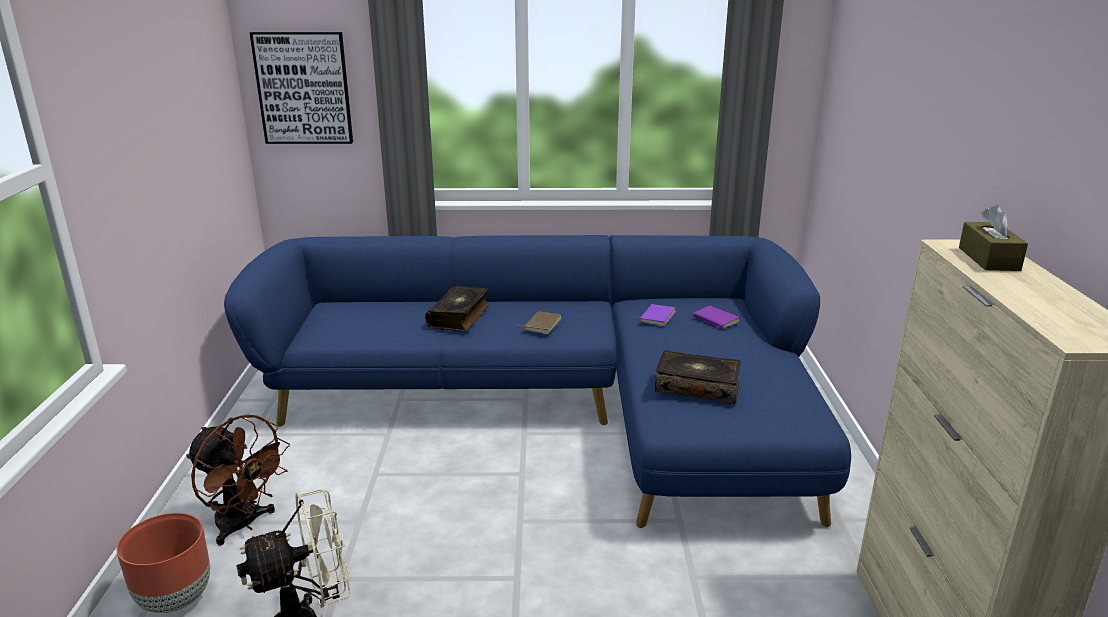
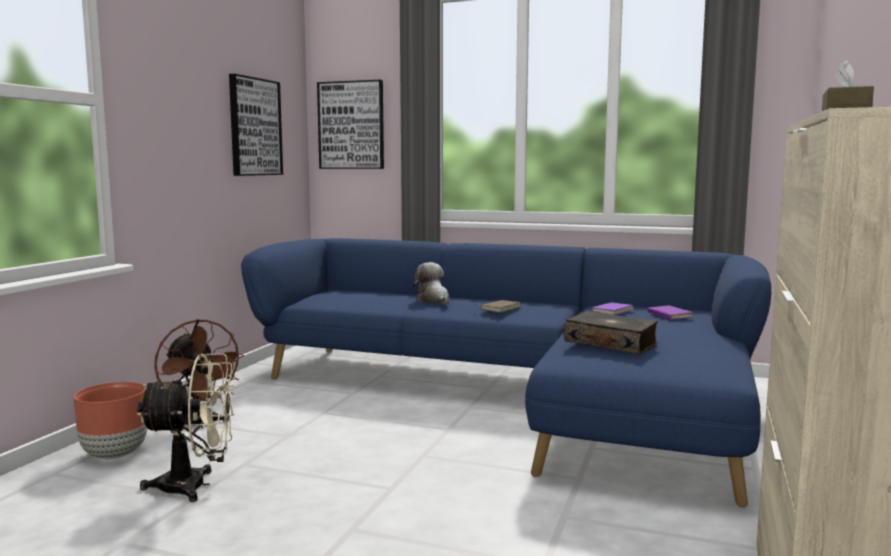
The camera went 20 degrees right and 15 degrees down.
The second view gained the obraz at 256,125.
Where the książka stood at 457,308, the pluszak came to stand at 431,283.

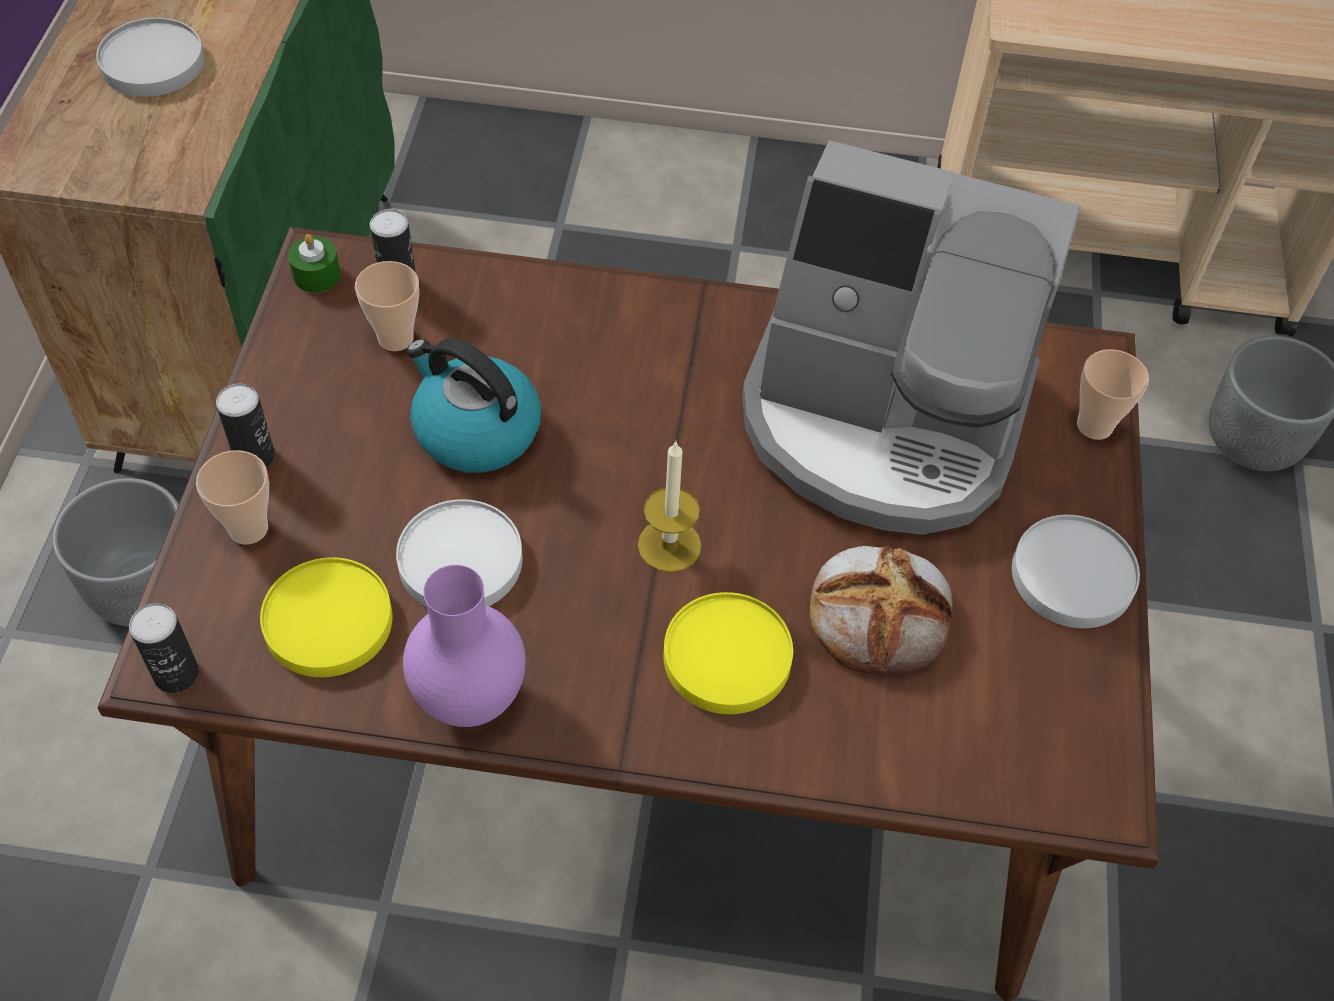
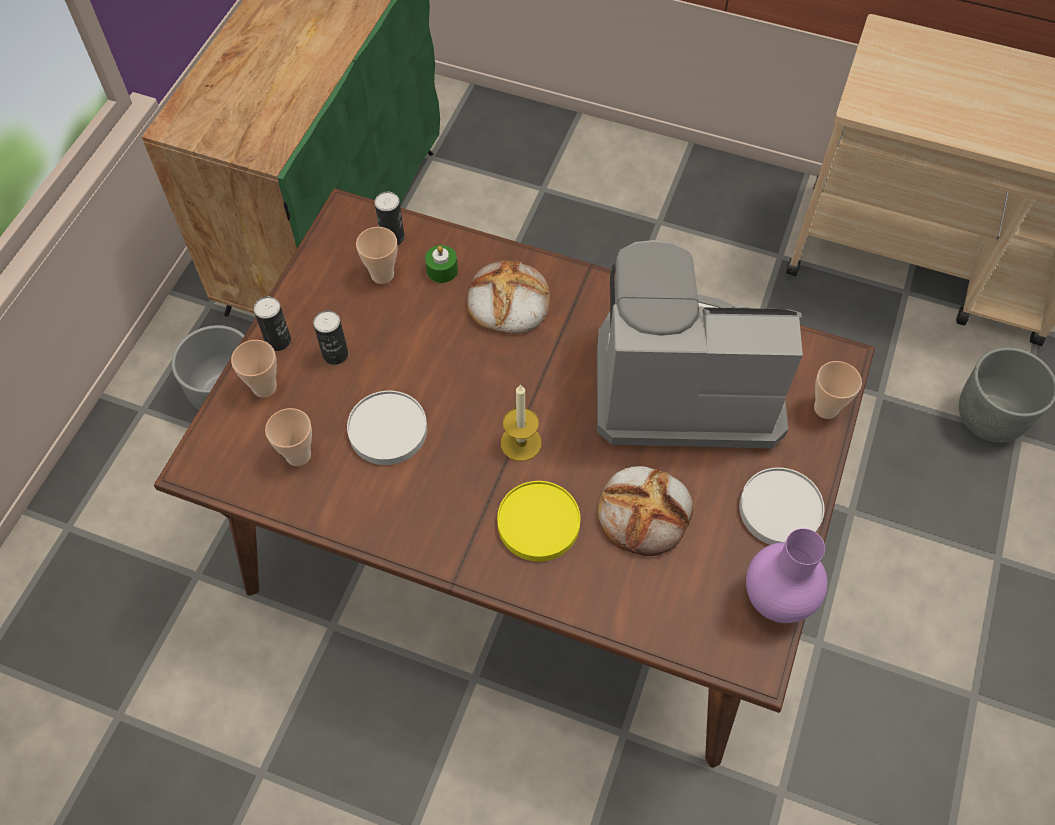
The camera went 15 degrees right and 5 degrees up.
Where the talerz [żółty] stood at 326,617, the filiżanka came to stand at 288,437.
The puszka ended up elsewhere, having gone from 164,648 to 330,337.
The świeca [zielony] ended up elsewhere, having gone from 314,263 to 441,264.
The second view gained the chleb at 508,297.
The ekspres do kawy at 911,337 ended up facing another way, 150 degrees clockwise from before.
The wazon [fioletowy] ended up elsewhere, having gone from 464,646 to 786,575.
The second view lost the talerz [biały] at 150,57.
The second view lost the czajnik at 473,405.

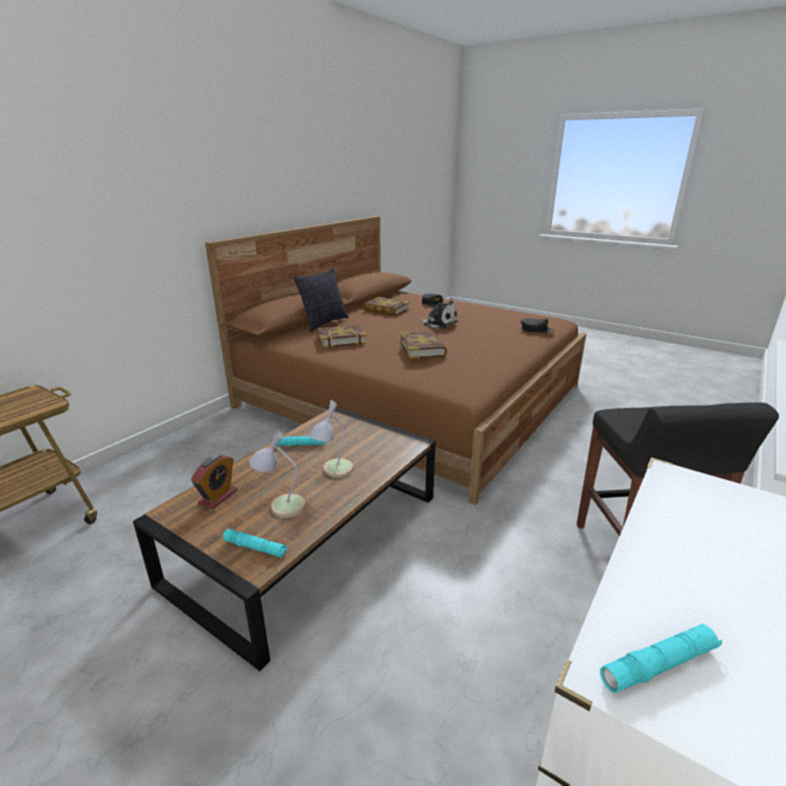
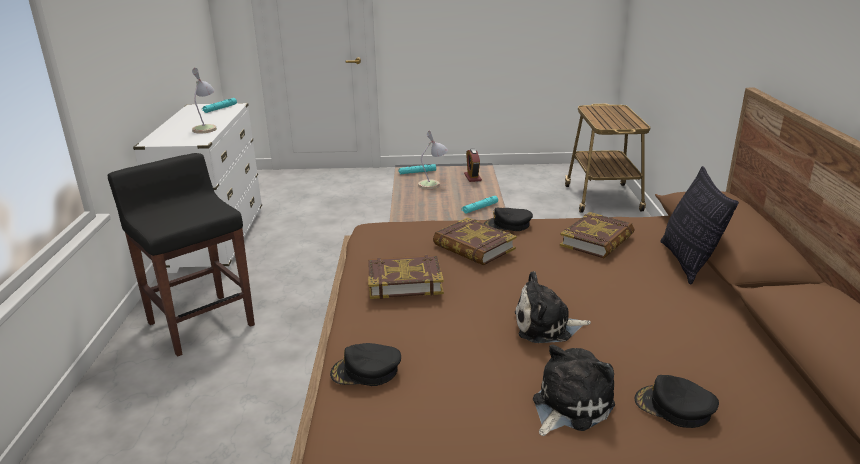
The camera went 145 degrees right and 0 degrees up.
The lampa stołowa ended up elsewhere, having gone from 331,439 to 204,101.
The książka ended up elsewhere, having gone from 386,306 to 406,277.
The second view gained the czapka z daszkiem [czarny] at 508,219.
The second view gained the pluszak at 574,390.

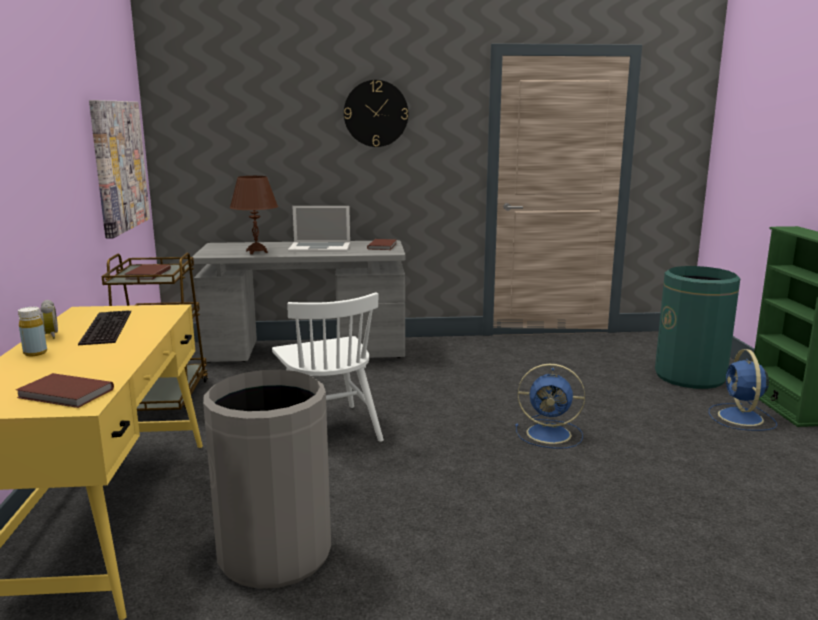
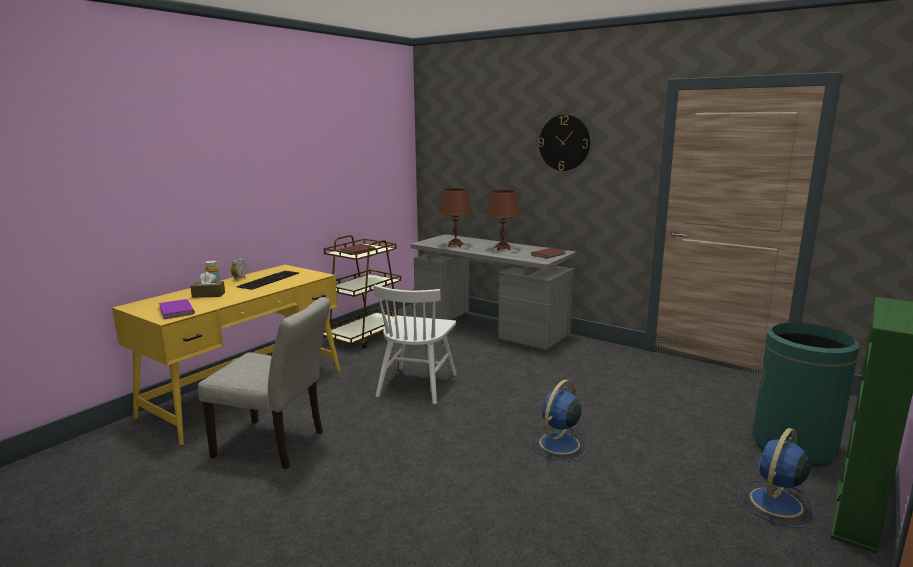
The camera went 40 degrees right and 0 degrees up.
What was the książka [brązowy] at 65,390 turned into the książka [fioletowy] at 177,309.
The second view gained the pudełko chusteczek [brązowy] at 207,285.
Where the kosz na śmieci [szary] stood at 267,479, the krzesło [szary] came to stand at 264,383.
Where the laptop stood at 319,229, the lampa stołowa [brązowy] came to stand at 503,220.
The wentylator [niebieski] at 550,406 ended up facing another way, 75 degrees clockwise from before.
The second view lost the obraz at 119,169.

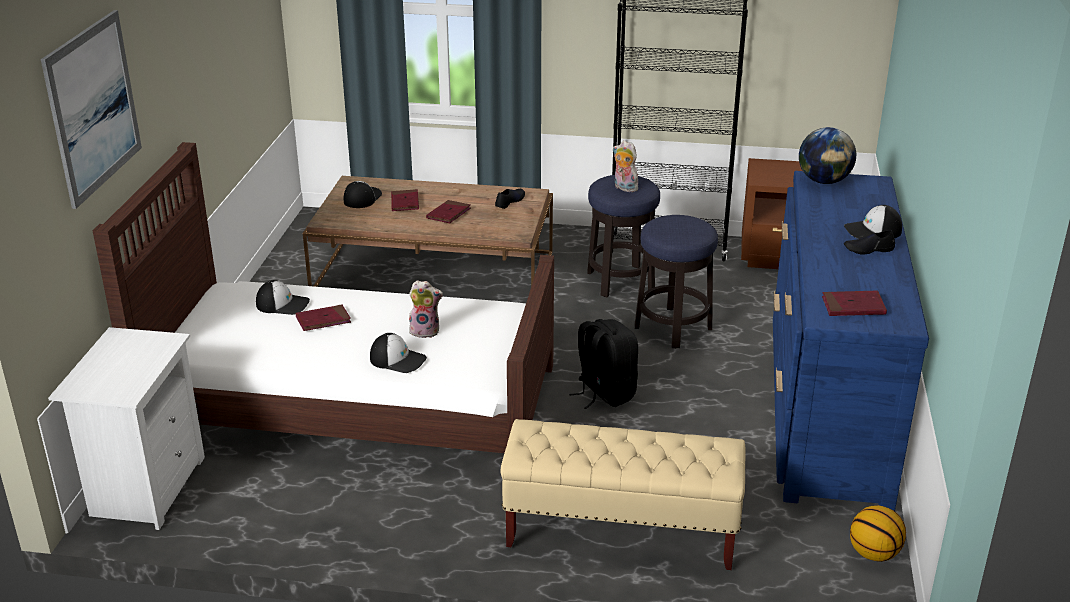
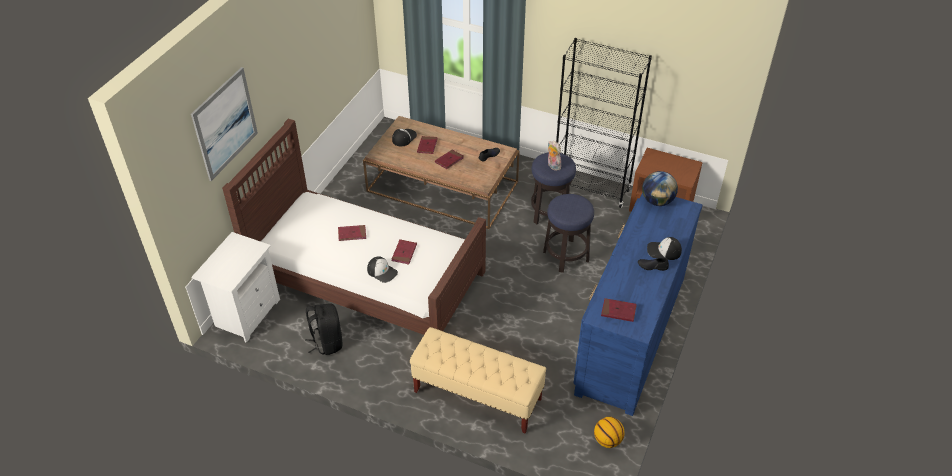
The camera went 15 degrees right and 15 degrees up.
The plecak [czarny] ended up elsewhere, having gone from 603,364 to 323,329.
Where the pluszak stood at 426,309, the książka [czerwony] came to stand at 404,251.
The second view lost the czapka z daszkiem at 283,297.

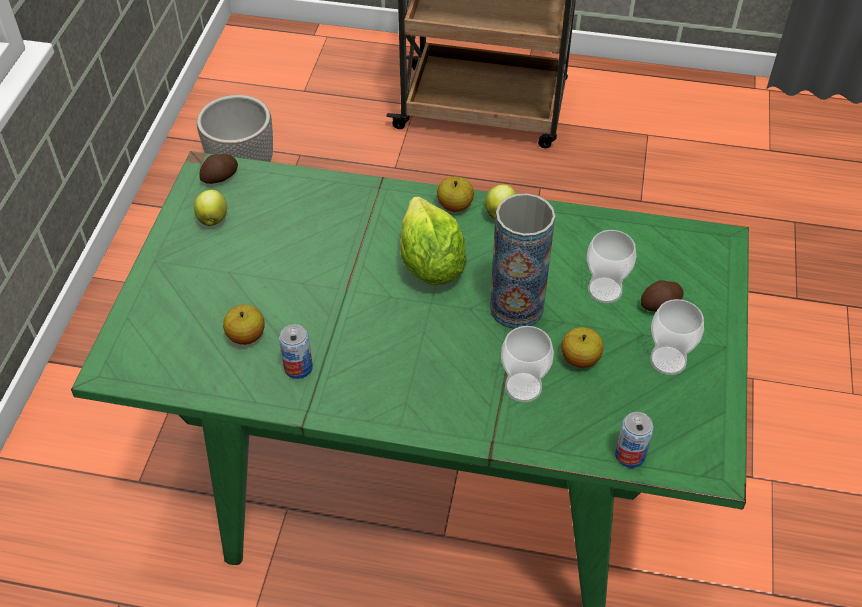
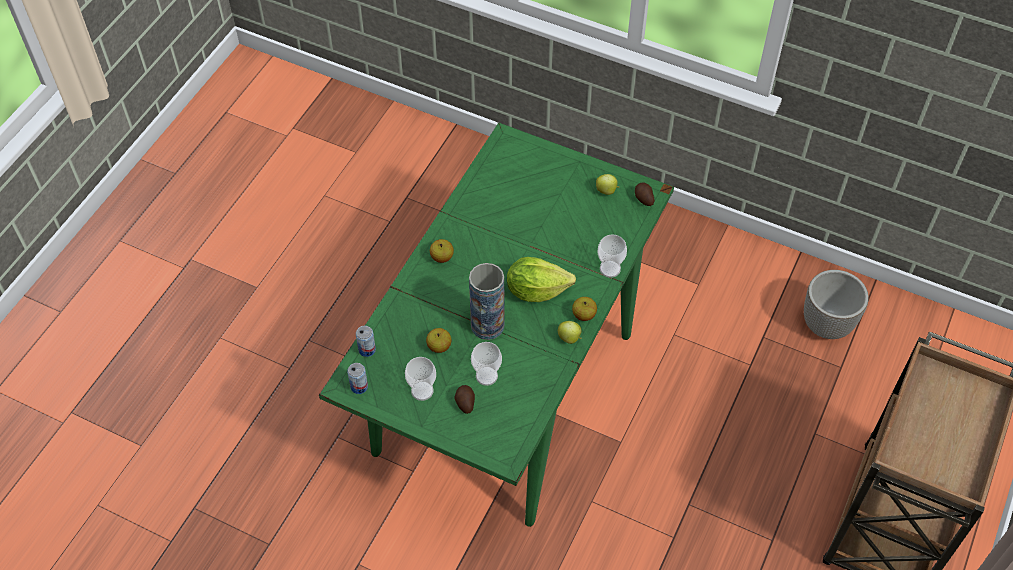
The camera went 105 degrees right and 5 degrees up.
The puszka ended up elsewhere, having gone from 296,351 to 357,378.
The jabłko ended up elsewhere, having gone from 244,325 to 442,251.
The filiżanka ended up elsewhere, having gone from 527,364 to 612,256.

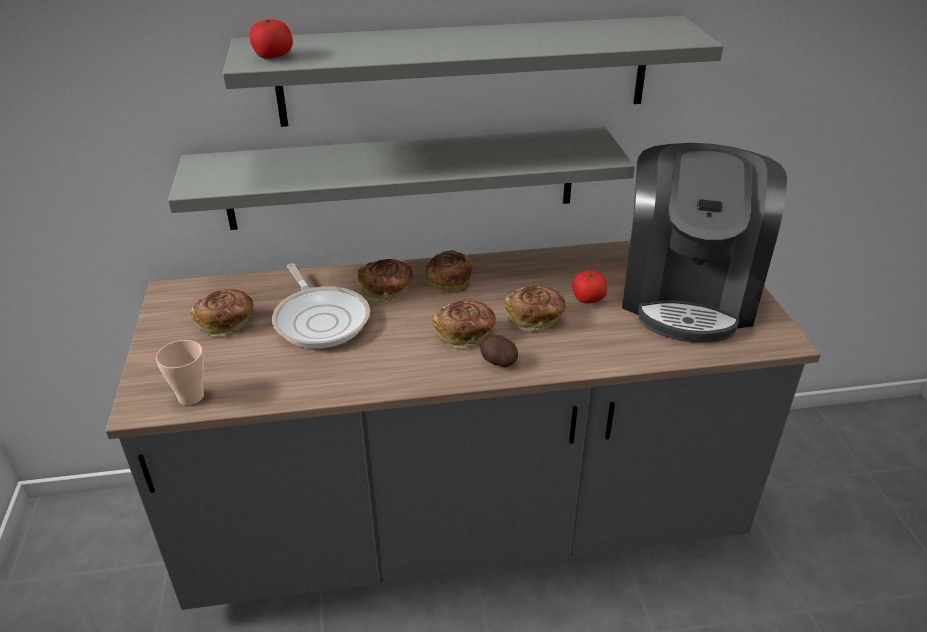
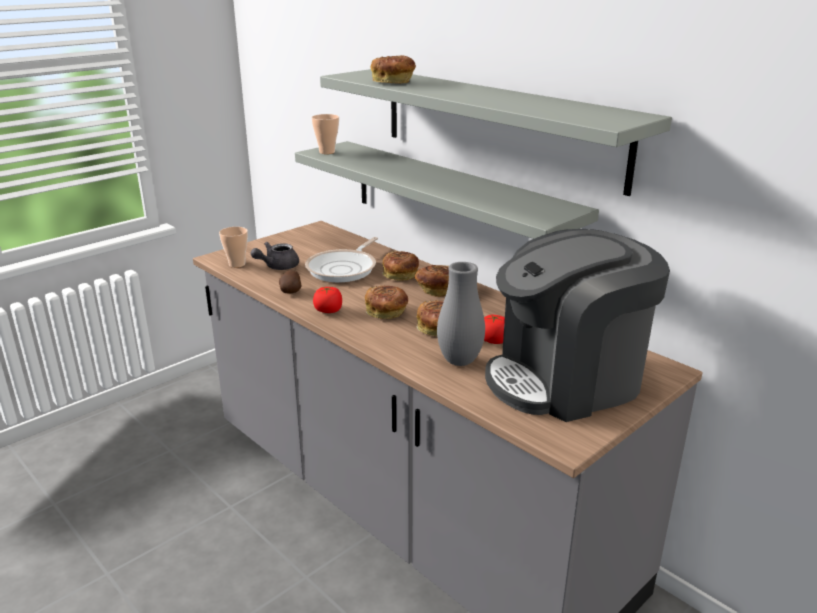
The camera went 55 degrees right and 10 degrees down.
The second view gained the imbryk [szary] at 275,256.
The ziemniak ended up elsewhere, having gone from 499,351 to 290,282.
The second view gained the filiżanka at 325,134.
The pomidor ended up elsewhere, having gone from 271,39 to 327,300.
The chleb ended up elsewhere, having gone from 222,312 to 393,69.
The second view gained the wazon [szary] at 461,314.

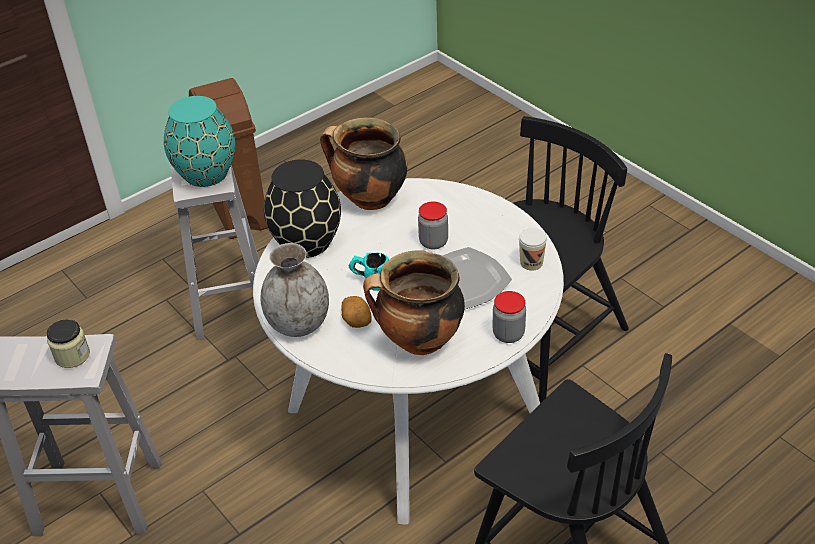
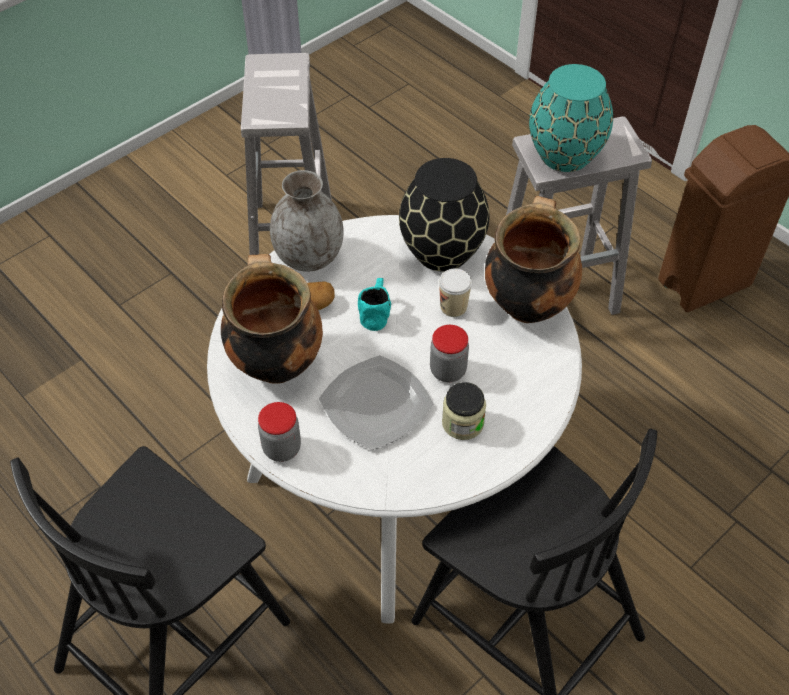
The camera went 85 degrees right and 10 degrees up.
The filiżanka ended up elsewhere, having gone from 533,249 to 455,292.
The słoik ended up elsewhere, having gone from 68,343 to 464,411.

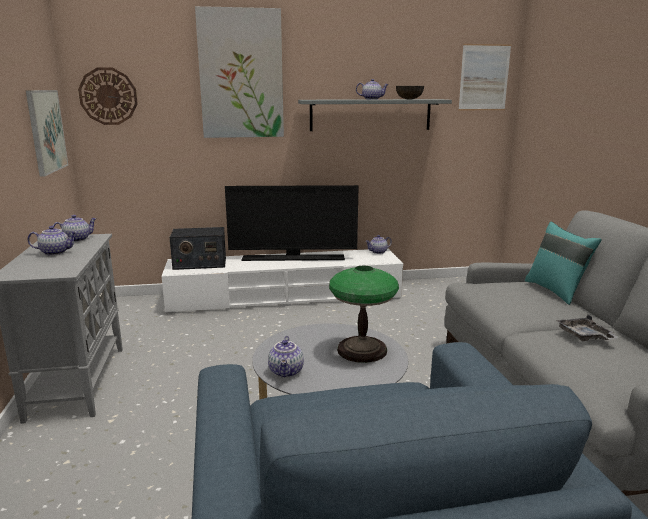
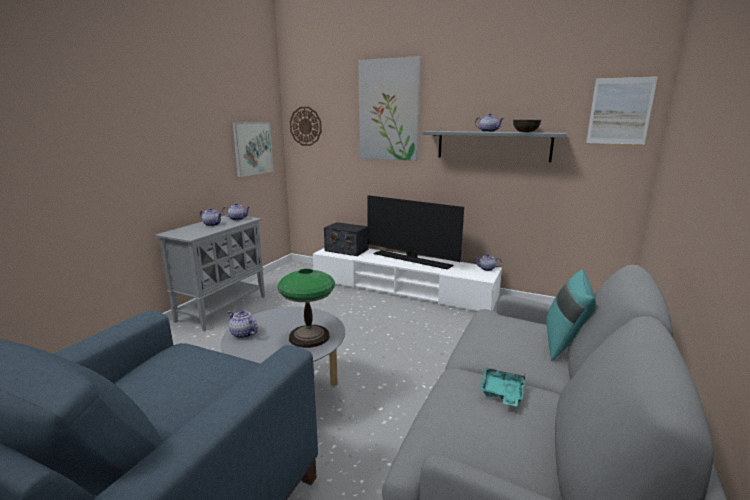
The camera went 35 degrees right and 0 degrees up.
The imbryk at 286,357 ended up facing another way, 90 degrees clockwise from before.
What was the taca [szary] at 587,328 turned into the taca [turkusowy] at 502,387.

